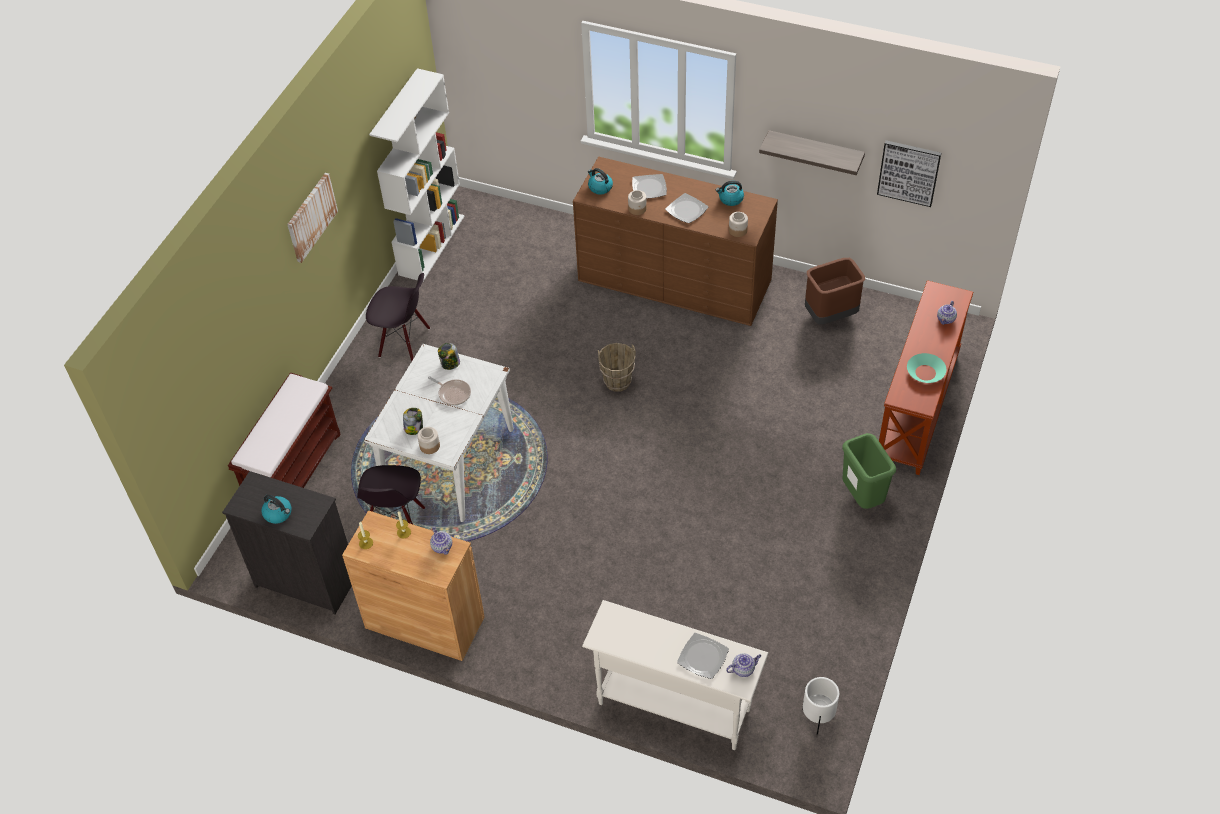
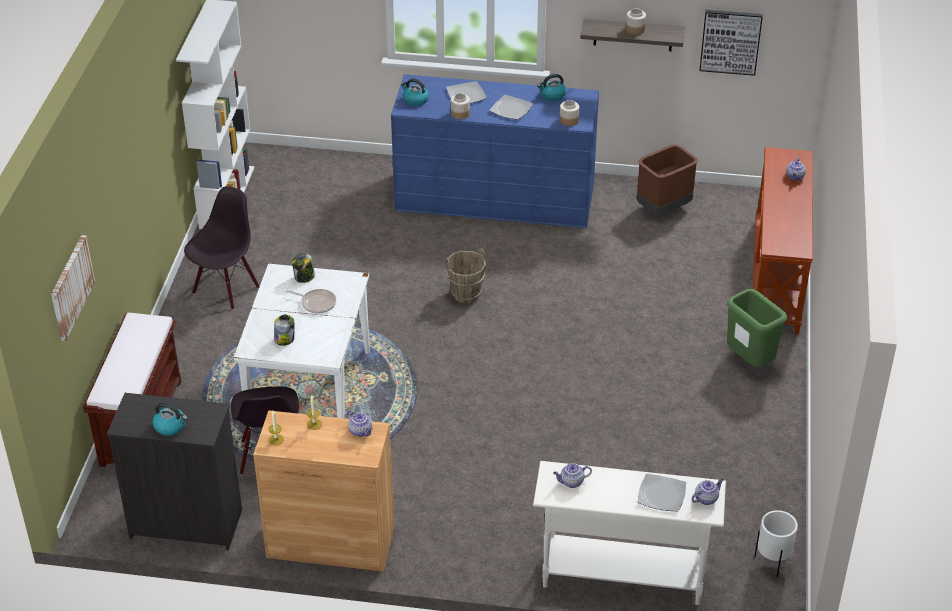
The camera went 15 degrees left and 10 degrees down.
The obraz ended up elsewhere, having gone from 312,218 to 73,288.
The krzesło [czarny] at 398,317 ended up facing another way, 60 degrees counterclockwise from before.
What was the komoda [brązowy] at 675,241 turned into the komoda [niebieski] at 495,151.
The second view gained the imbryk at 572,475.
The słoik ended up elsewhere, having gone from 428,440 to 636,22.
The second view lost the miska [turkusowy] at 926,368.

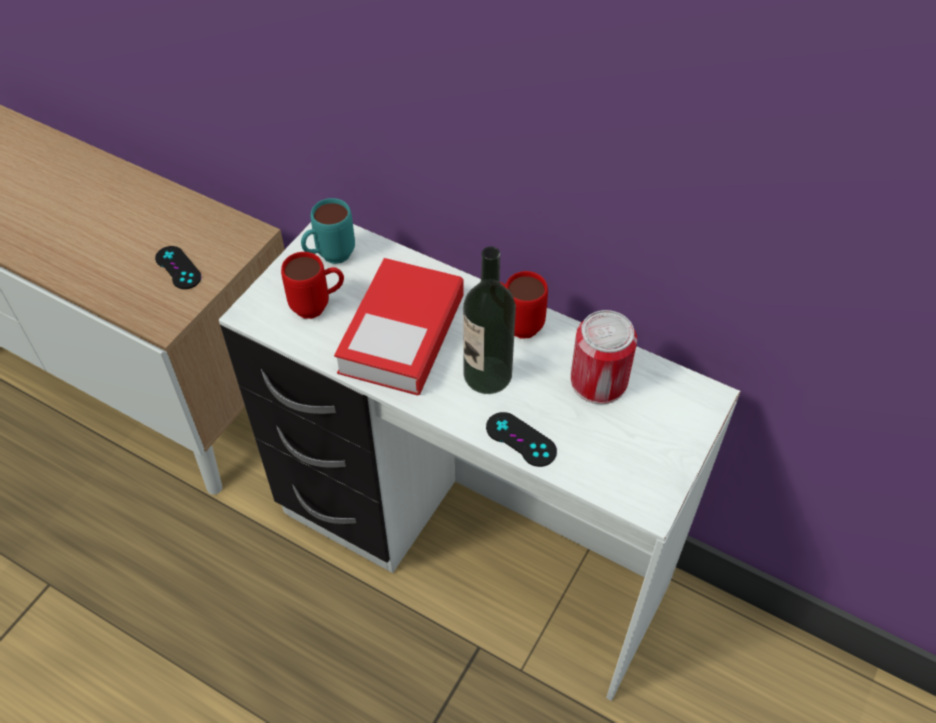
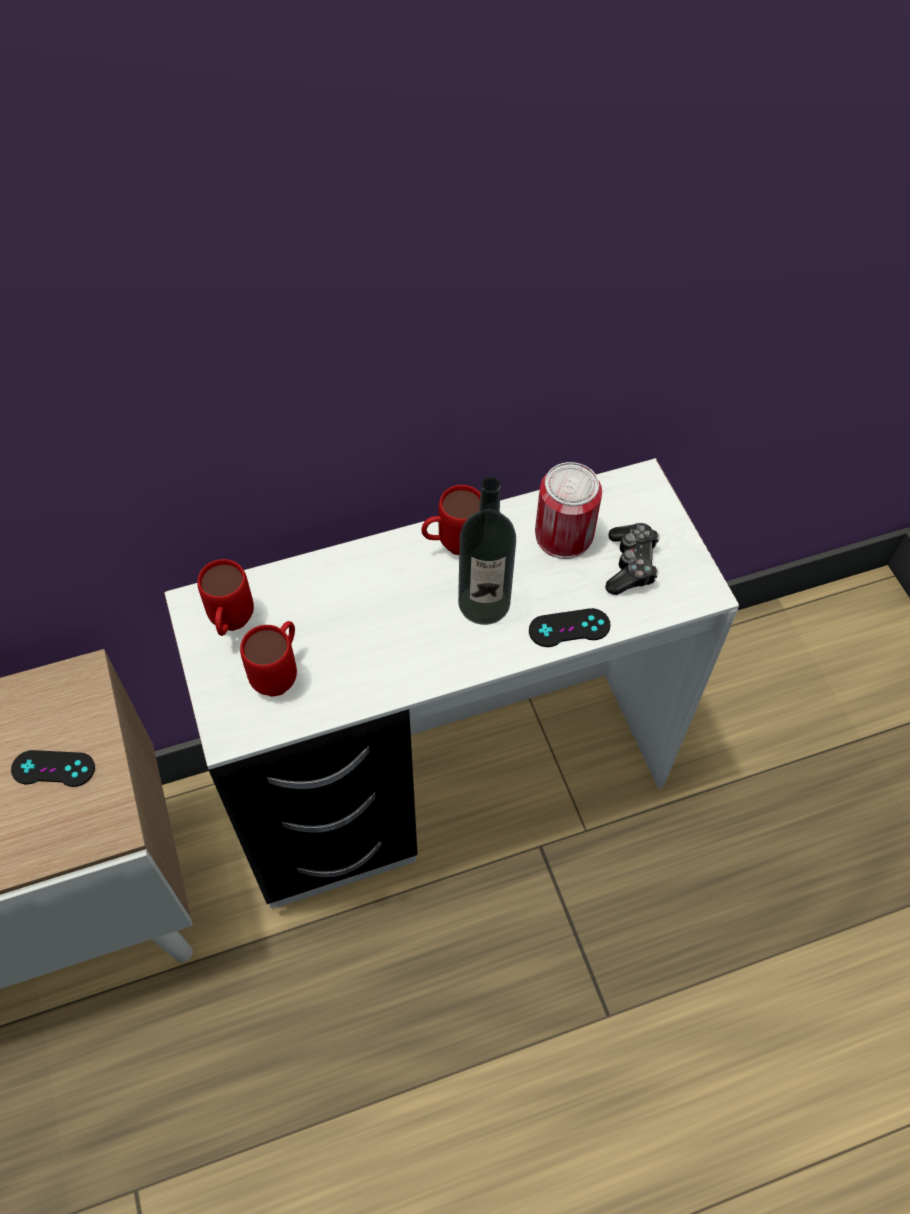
The camera went 50 degrees left and 5 degrees up.
What was the kubek [turkusowy] at 328,231 turned into the kubek [czerwony] at 225,597.
The second view gained the pad do gier at 632,559.
The second view lost the książka at 399,327.

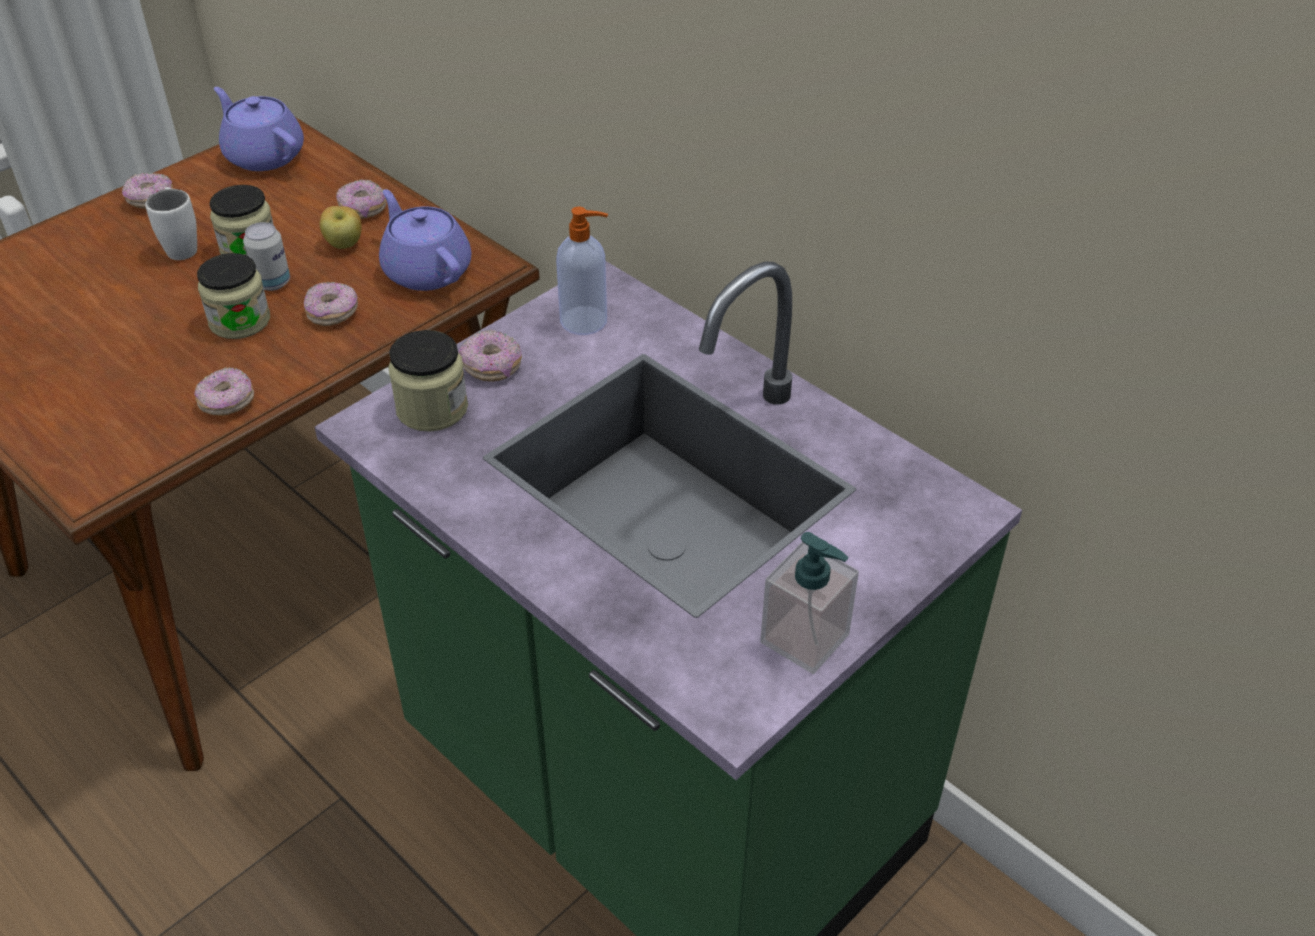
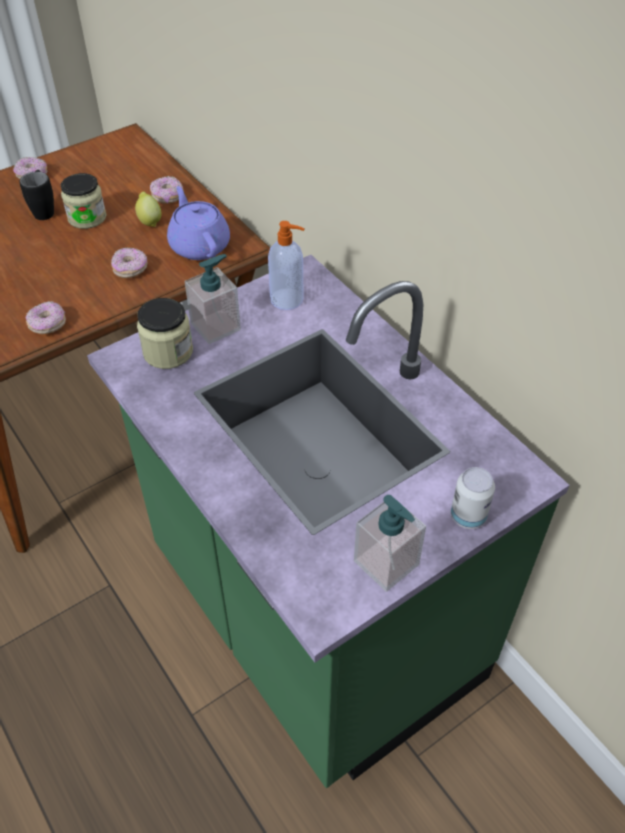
The camera went 10 degrees right and 5 degrees up.
What was the kubek [biały] at 171,223 turned into the kubek [czarny] at 36,195.
Where the jabłko stood at 341,227, the cytryna came to stand at 148,209.
Where the donut stood at 490,355, the dozownik mydła came to stand at 212,299.
The puszka ended up elsewhere, having gone from 266,256 to 473,498.
The second view lost the słoik at 233,296.
The second view lost the imbryk [fioletowy] at 259,129.

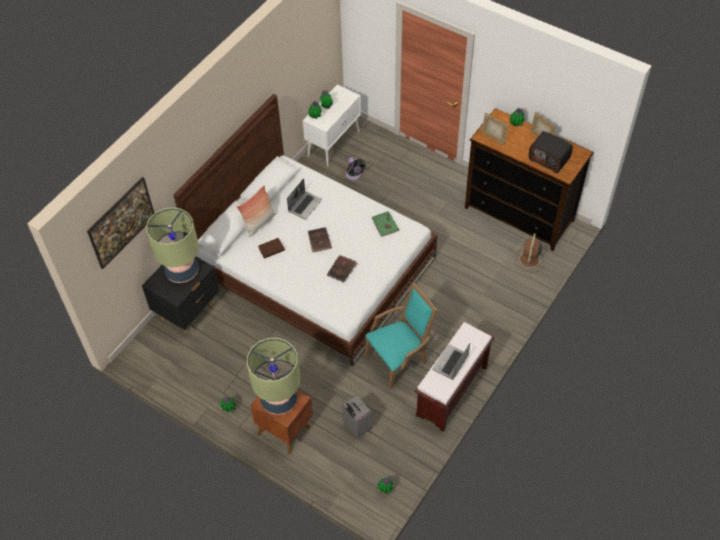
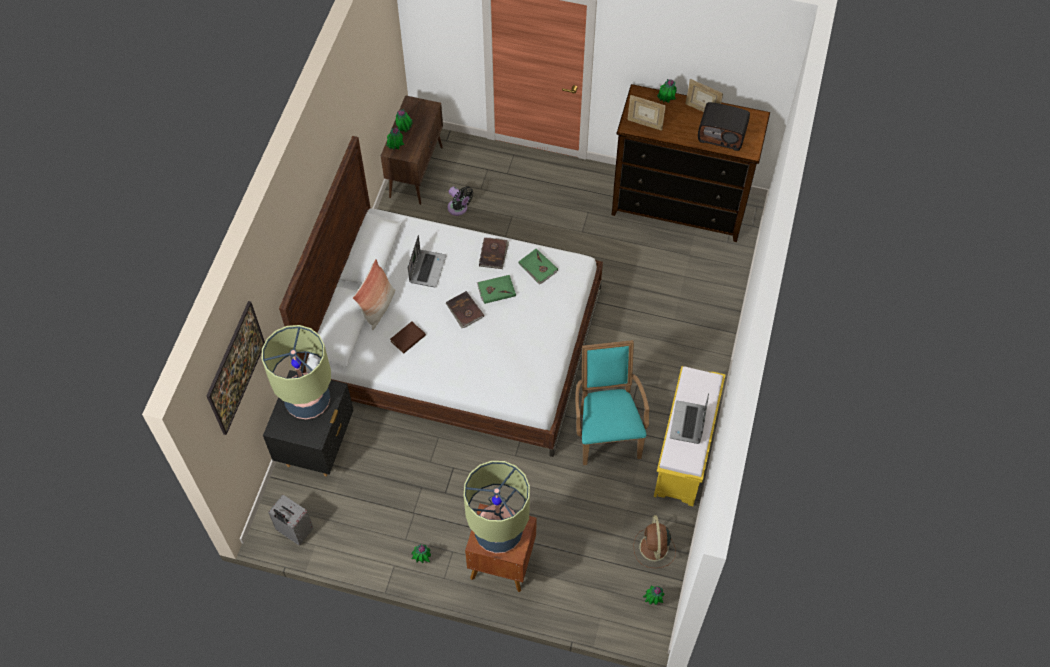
The camera went 20 degrees left and 5 degrees up.
The walizka [szary] ended up elsewhere, having gone from 357,416 to 290,520.
What was the szafka [biały] at 332,125 turned into the szafka [brązowy] at 412,150.
The second view gained the książka [zielony] at 496,289.
The książka [brązowy] ended up elsewhere, having gone from 342,268 to 494,253.
The fotel [turkusowy] at 401,336 ended up facing another way, 45 degrees counterclockwise from before.
The wentylator [brązowy] ended up elsewhere, having gone from 529,252 to 654,541.
What was the ławka [brązowy] at 454,377 turned into the ławka [żółty] at 690,436.

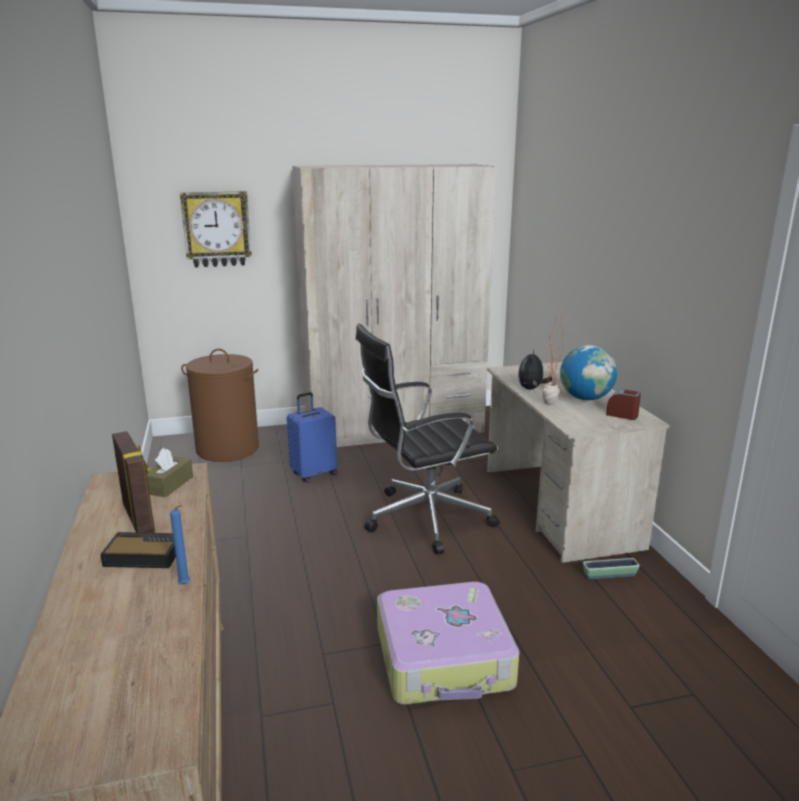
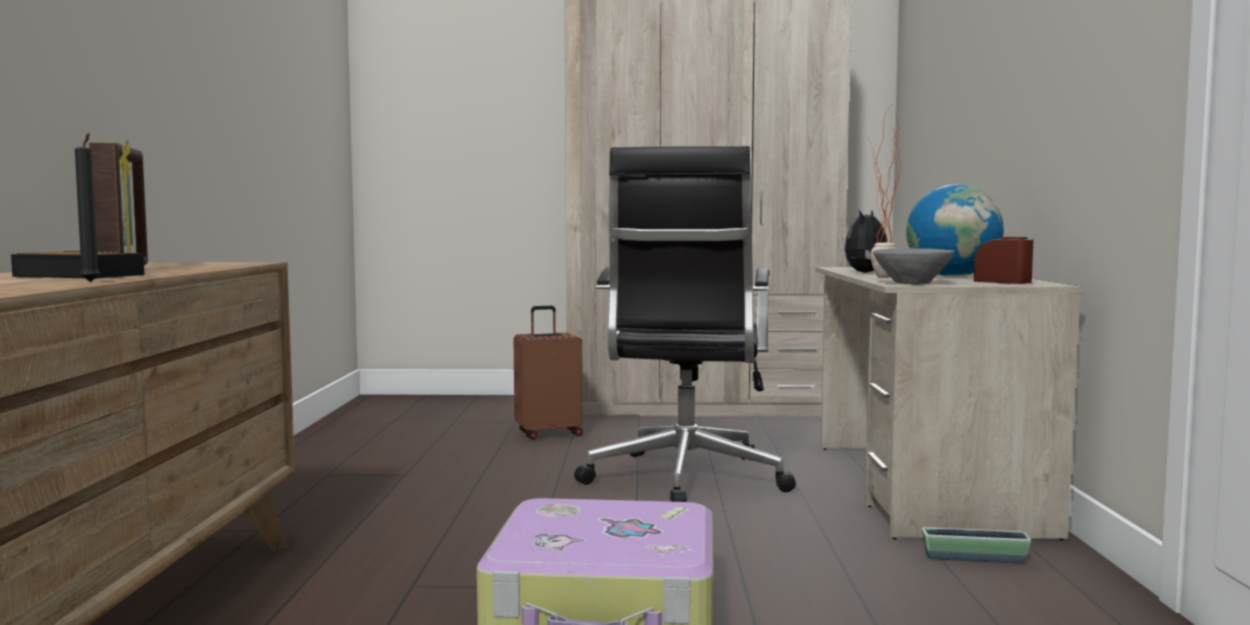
The camera went 15 degrees right and 15 degrees down.
What was the świeca [niebieski] at 180,544 turned into the świeca [czarny] at 87,207.
What was the walizka [niebieski] at 312,437 turned into the walizka [brązowy] at 548,372.
The krzesło biurowe [czarny] at 427,439 ended up facing another way, 75 degrees counterclockwise from before.
The second view gained the miska [szary] at 914,266.
The second view lost the pudełko chusteczek [brązowy] at 170,472.
The second view lost the zegar ścienny at 216,229.
The second view lost the kosz na pranie [brązowy] at 220,405.

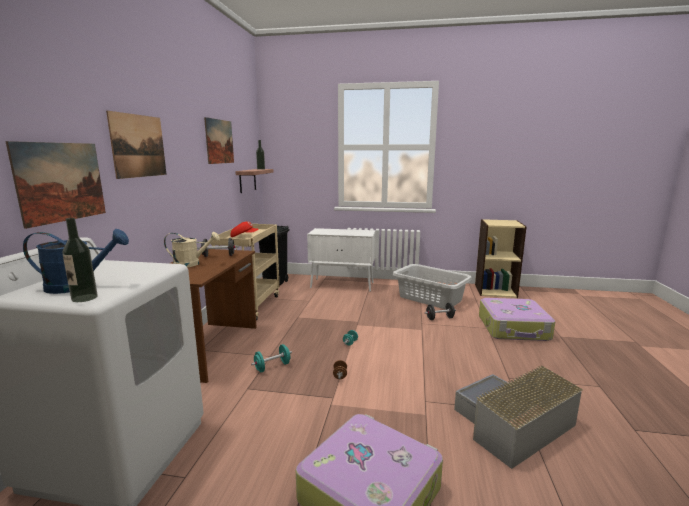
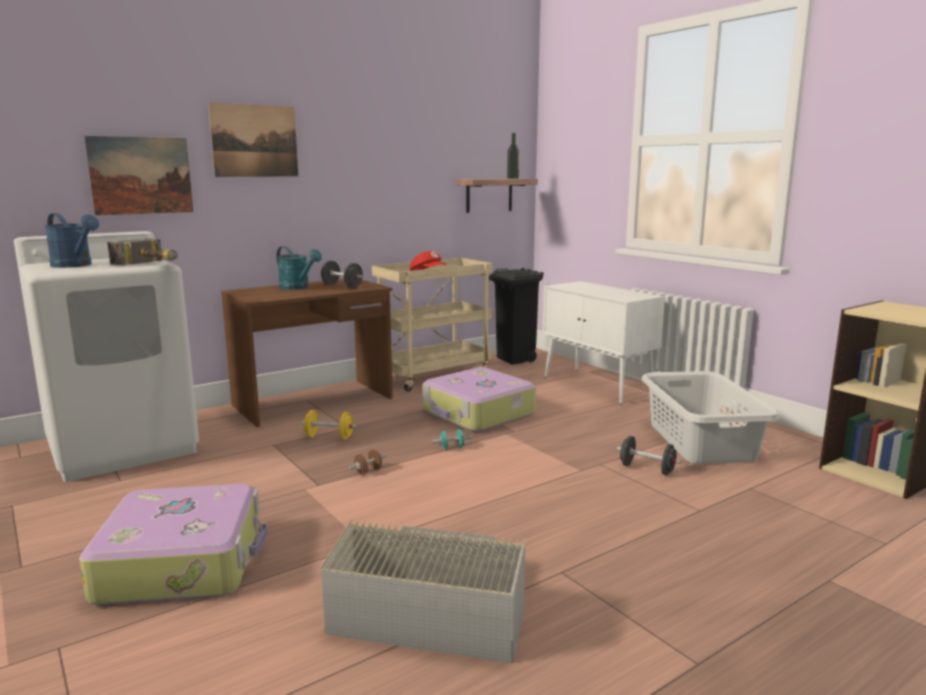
The camera went 45 degrees right and 0 degrees up.
The second view gained the młotek at 142,251.
What was the konewka [beżowy] at 192,249 turned into the konewka [turkusowy] at 299,268.
What was the hantel [turkusowy] at 271,358 turned into the hantel [żółty] at 329,425.
The walizka ended up elsewhere, having gone from 517,319 to 479,399.
The second view lost the butelka at 80,260.
The second view lost the obraz at 219,140.

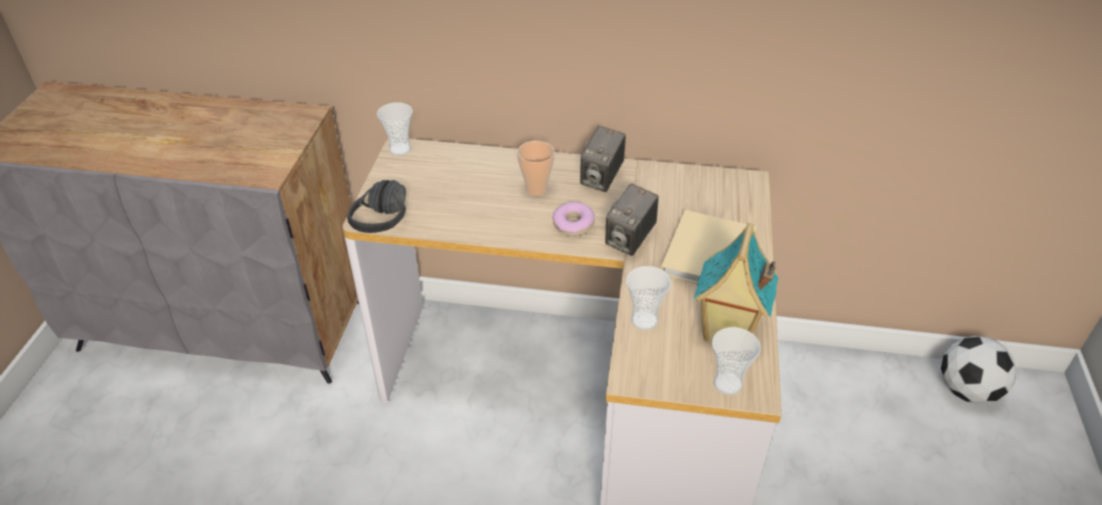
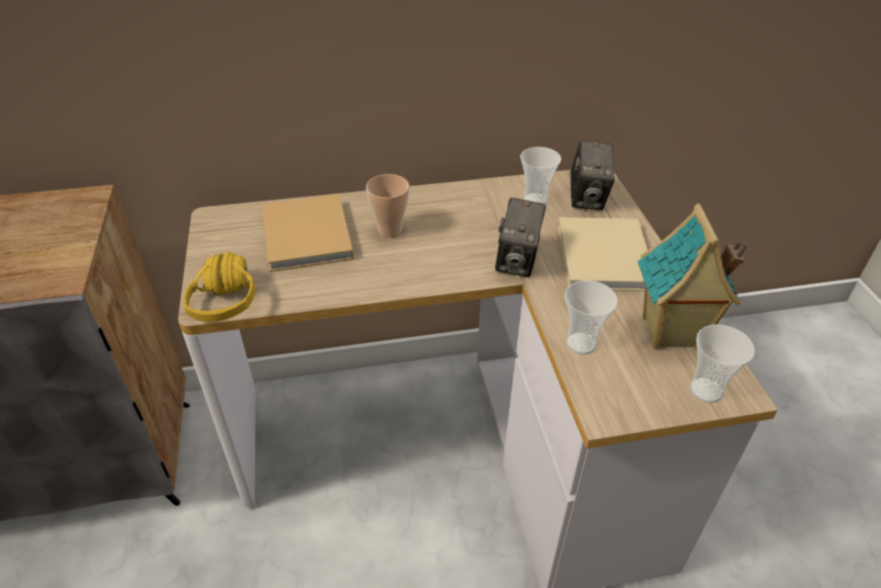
The camera went 20 degrees left and 0 degrees up.
What was the słuchawki [czarny] at 376,206 turned into the słuchawki [żółty] at 219,287.
The second view gained the książka [beżowy] at 308,233.
The filiżanka ended up elsewhere, having gone from 395,128 to 540,176.
The aparat fotograficzny ended up elsewhere, having gone from 603,159 to 592,175.
The second view lost the donut at 573,219.
The second view lost the piłka futbolowa at 979,370.

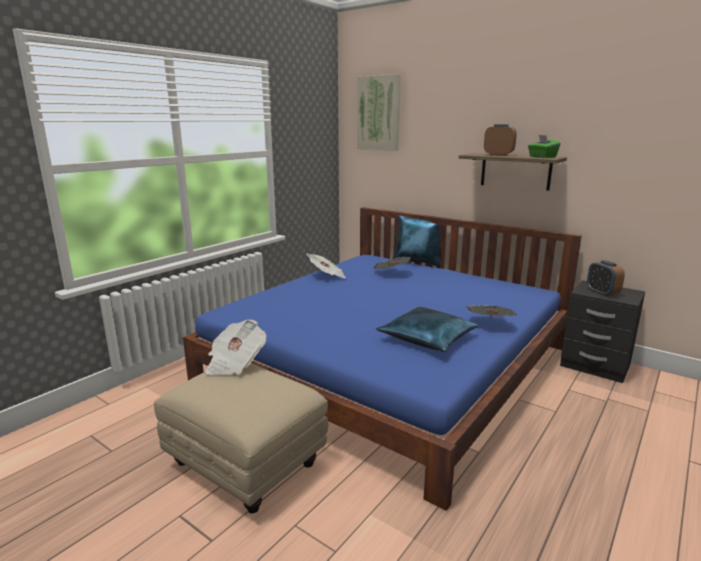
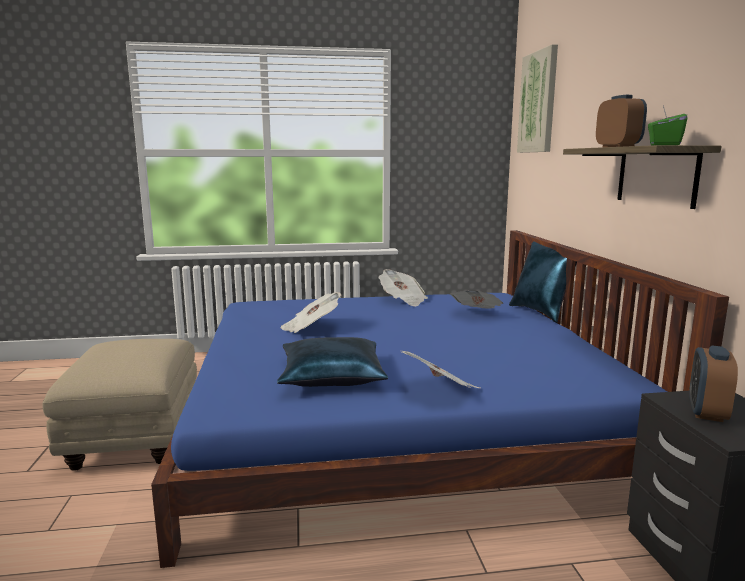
The camera went 45 degrees right and 5 degrees down.
The gazeta ended up elsewhere, having gone from 235,348 to 311,312.

